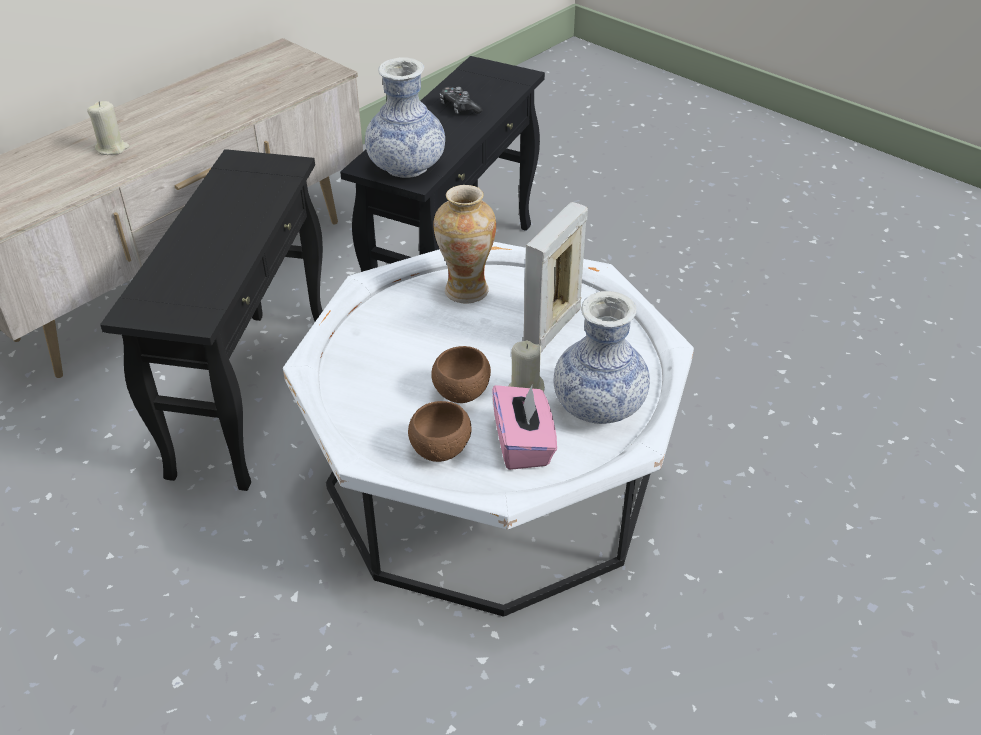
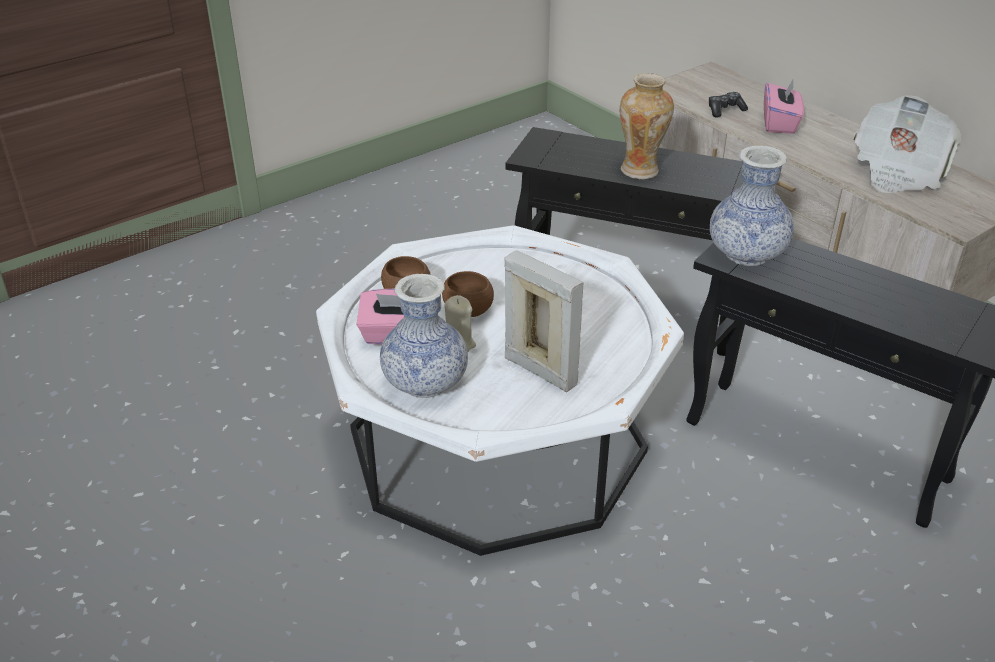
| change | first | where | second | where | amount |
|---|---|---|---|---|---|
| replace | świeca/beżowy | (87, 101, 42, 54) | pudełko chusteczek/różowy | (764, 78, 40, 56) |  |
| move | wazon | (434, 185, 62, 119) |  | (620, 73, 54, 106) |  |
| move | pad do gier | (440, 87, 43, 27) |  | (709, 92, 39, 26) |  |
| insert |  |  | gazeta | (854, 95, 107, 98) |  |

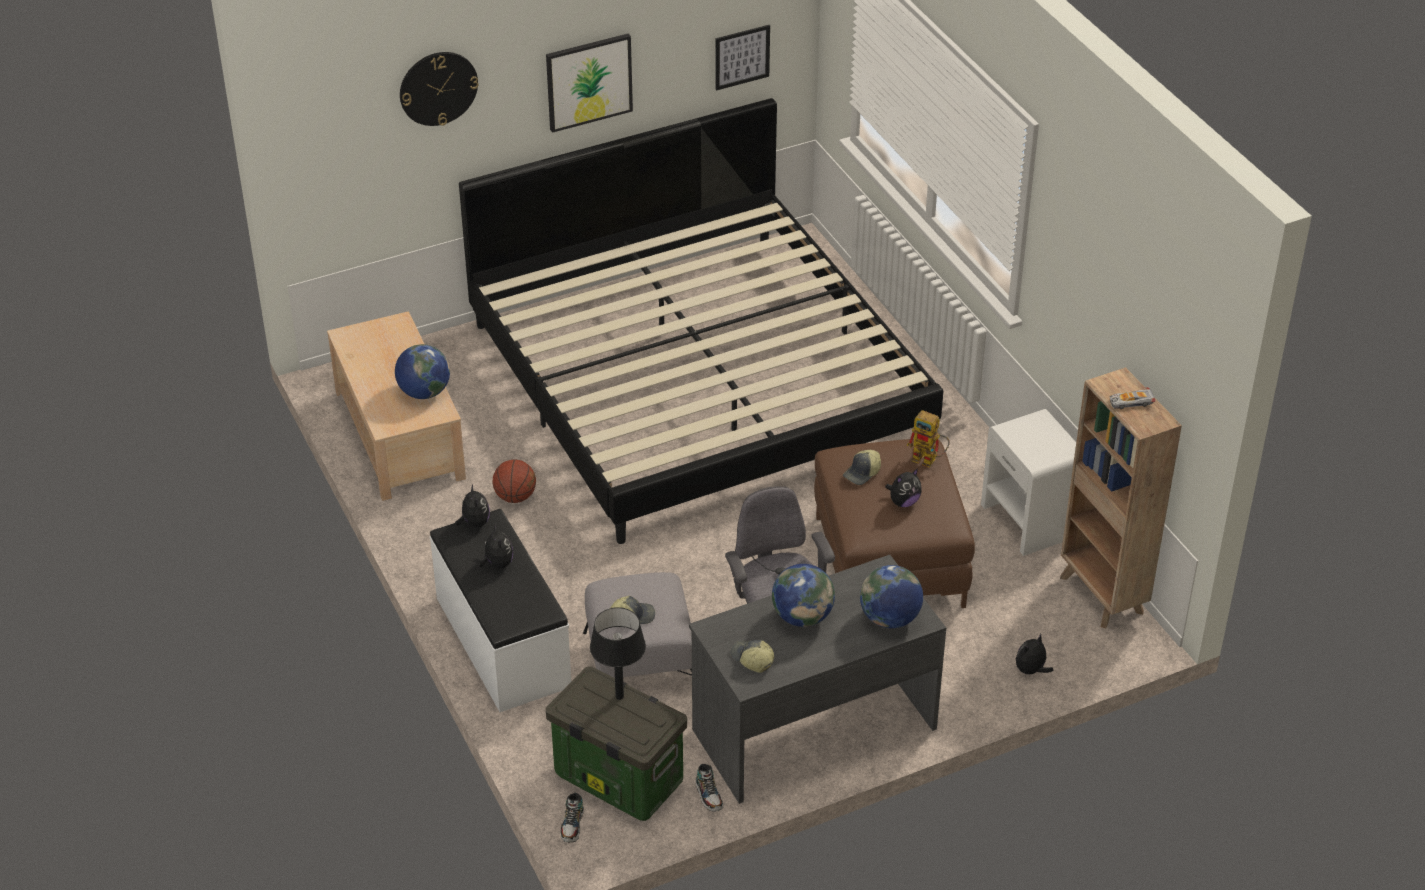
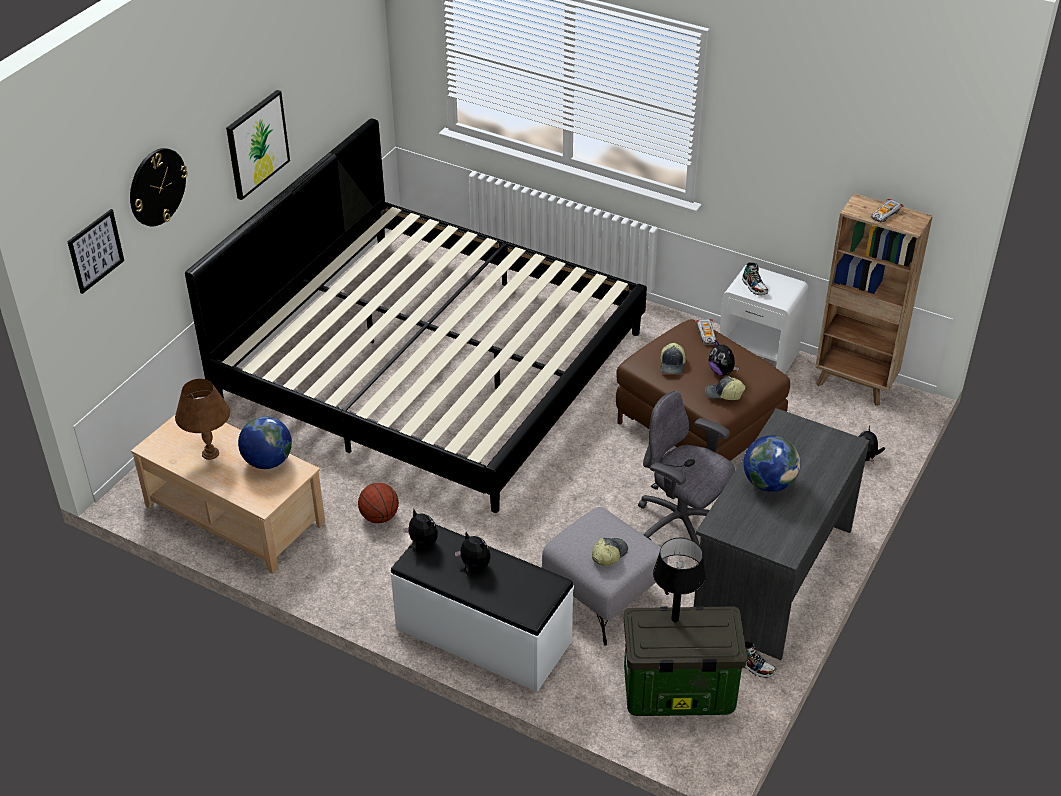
| change | first | where | second | where | amount |
|---|---|---|---|---|---|
| move | but | (560, 793, 24, 49) |  | (742, 262, 26, 33) |  |
| move | obraz | (715, 25, 55, 66) |  | (67, 209, 57, 85) |  |
| move | czapka z daszkiem | (730, 640, 44, 33) |  | (705, 376, 41, 24) |  |
| delete | globus | (860, 565, 63, 63) |  |  |  |
| rotate | pluszak | (885, 469, 37, 38) |  | (709, 340, 30, 36) | 120 degrees clockwise |
| replace | robot zabawkowy | (907, 410, 43, 58) | samochodzik | (695, 319, 21, 26) |  |
| insert |  |  | lampa stołowa/brązowy | (175, 379, 55, 81) |  |

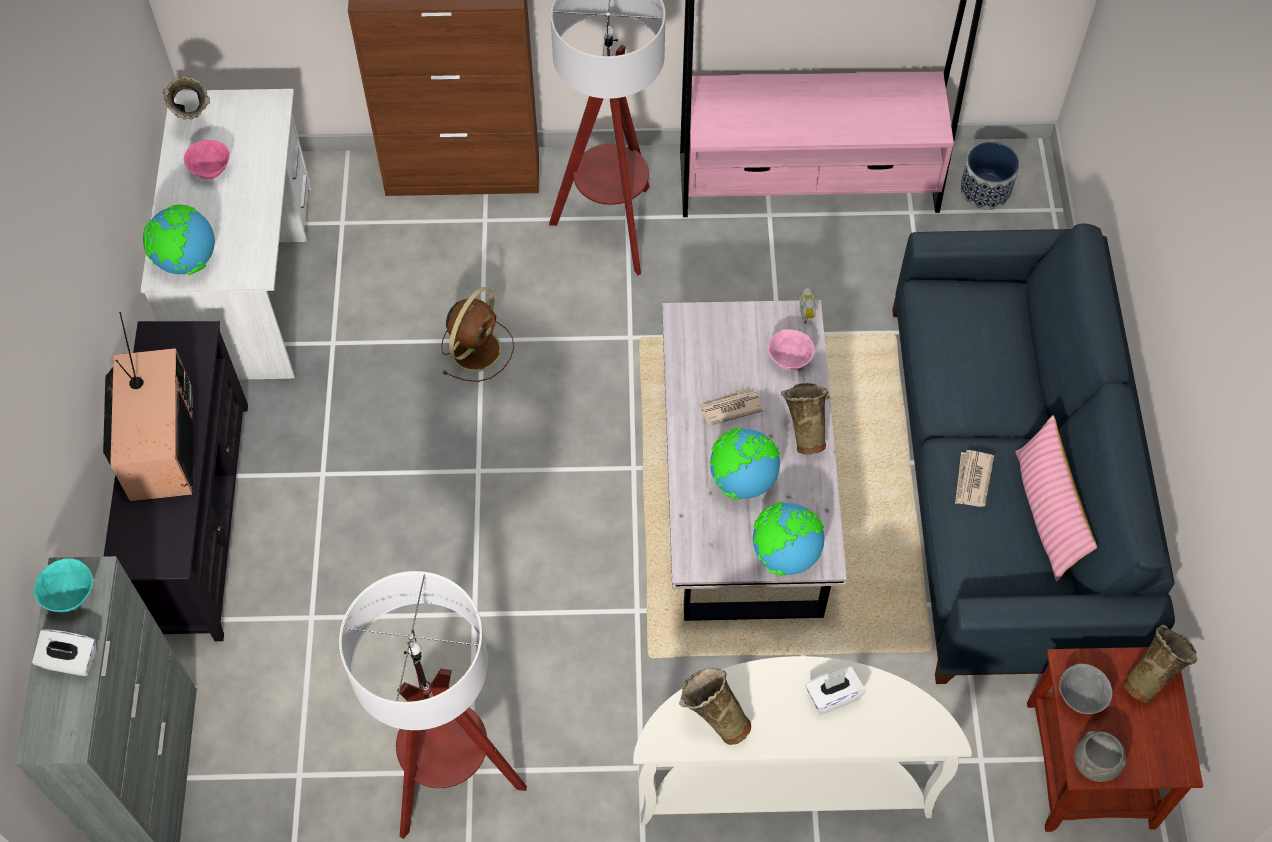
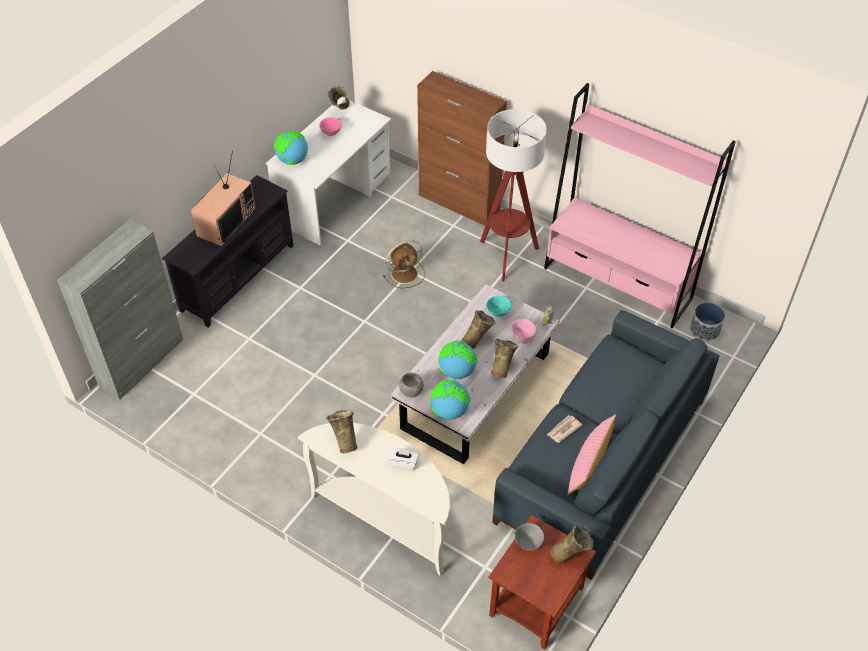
| change | first | where | second | where | amount |
|---|---|---|---|---|---|
| delete | pudełko chusteczek/biały | (32, 629, 64, 47) |  |  |  |
| move | miska/turkusowy | (34, 558, 59, 54) |  | (486, 296, 26, 21) |  |
| delete | lampa stojąca | (339, 571, 188, 268) |  |  |  |
| replace | gazeta | (699, 387, 65, 39) | wazon/beżowy | (462, 310, 34, 39) |  |
| move | miska/szary | (1074, 731, 52, 51) |  | (399, 372, 25, 25) |  |

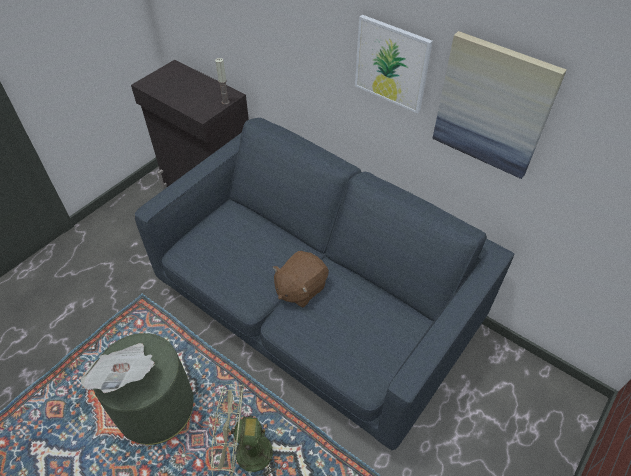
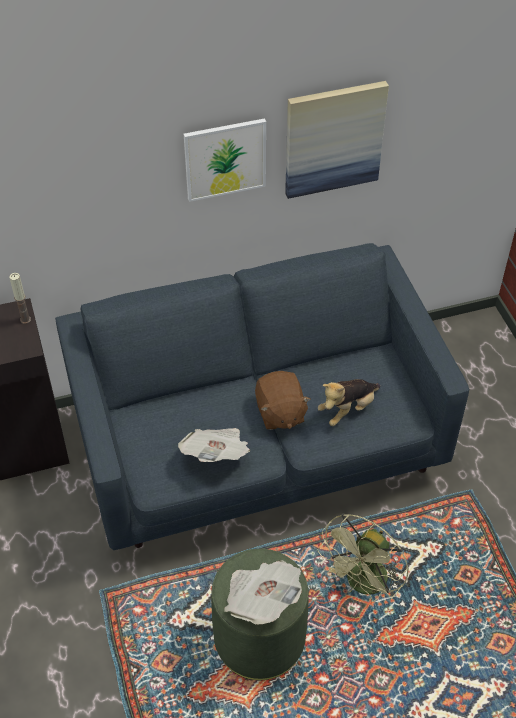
| change | first | where | second | where | amount |
|---|---|---|---|---|---|
| insert |  |  | gazeta | (178, 428, 72, 34) |  |
| insert |  |  | pluszak | (318, 379, 62, 47) |  |

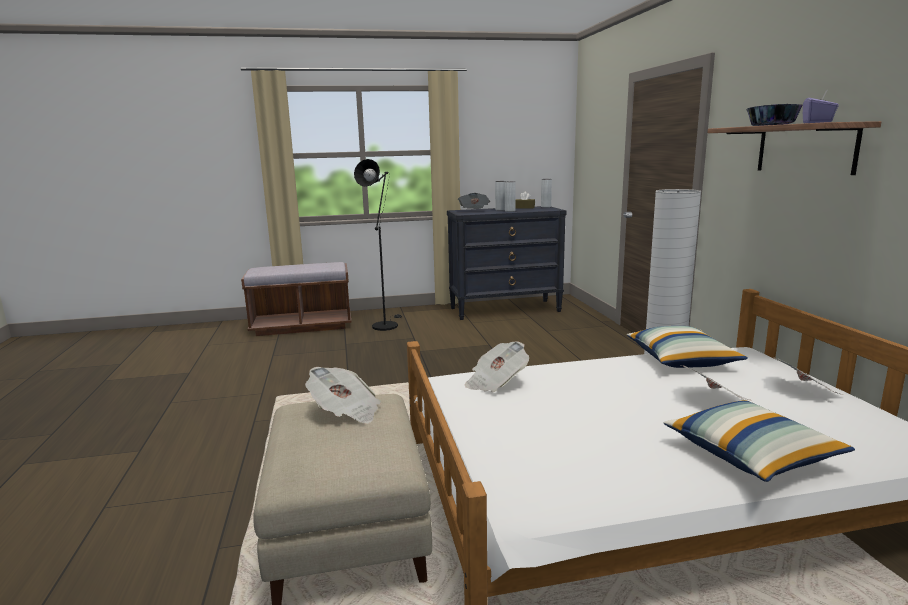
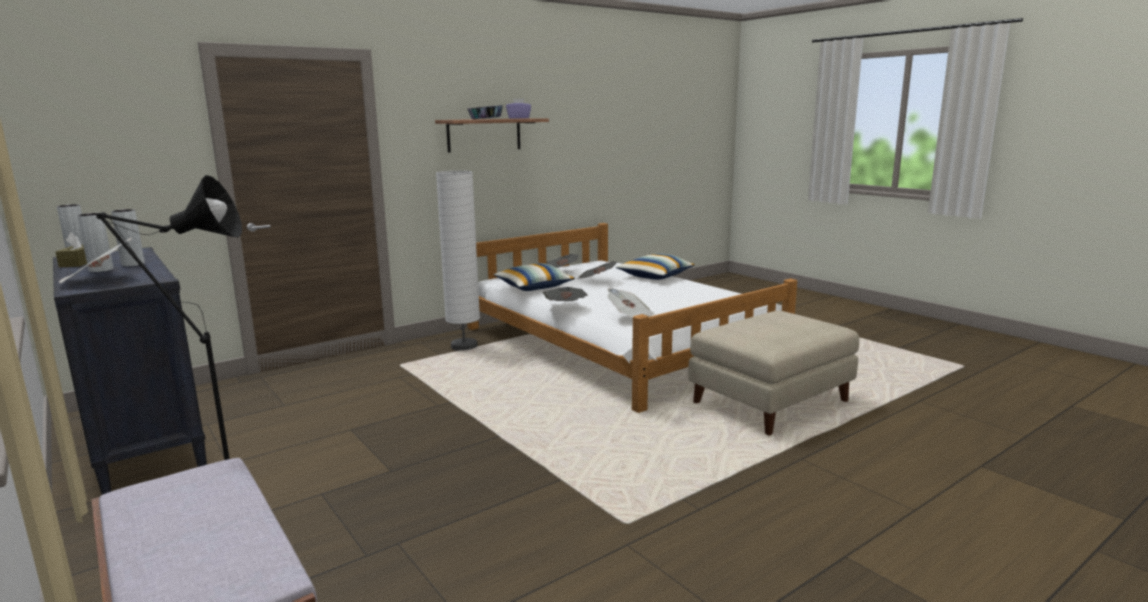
| change | first | where | second | where | amount |
|---|---|---|---|---|---|
| move | gazeta | (305, 367, 76, 57) |  | (542, 287, 46, 14) |  |

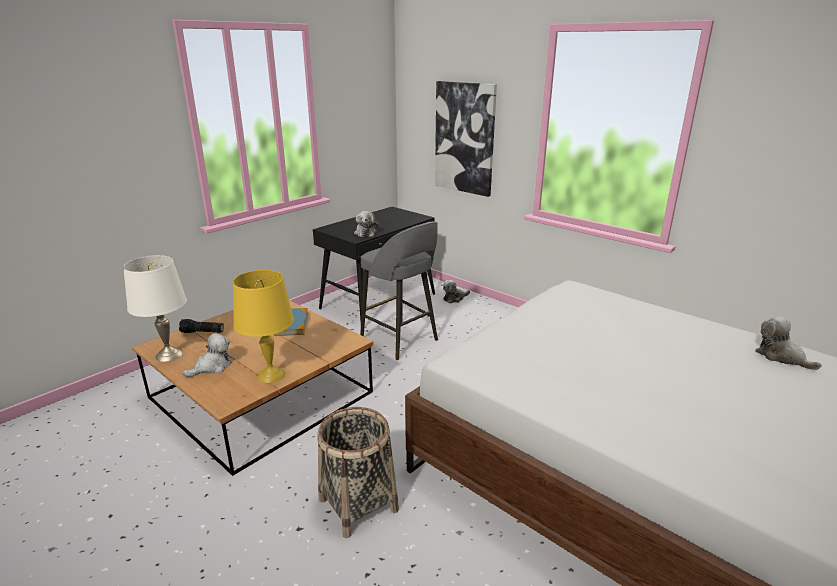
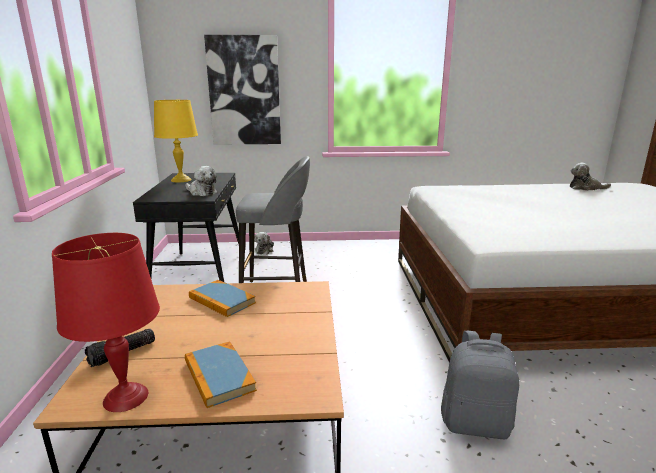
| change | first | where | second | where | amount |
|---|---|---|---|---|---|
| recolor | lampa stołowa/biały | (123, 255, 64, 107) | lampa stołowa/czerwony | (52, 233, 108, 179) |  |
| replace | pluszak | (183, 333, 49, 44) | książka | (185, 341, 72, 67) |  |
| move | lampa stołowa/żółty | (233, 270, 61, 113) |  | (154, 100, 44, 82) |  |
| replace | koszyk | (317, 407, 82, 131) | plecak/szary | (441, 331, 79, 108) |  |

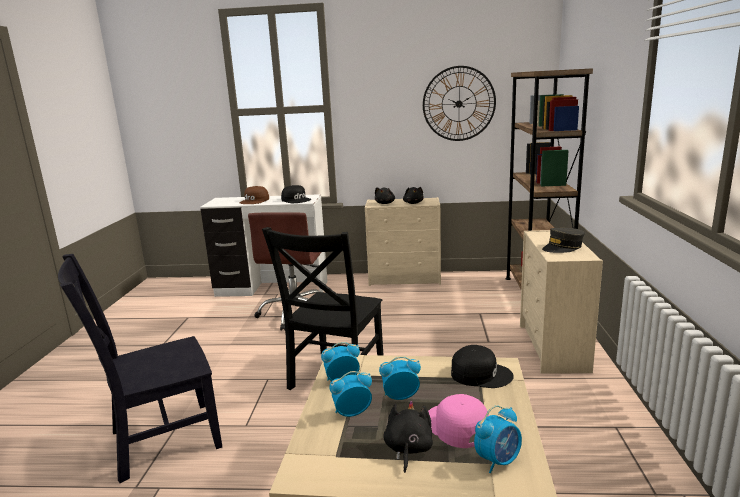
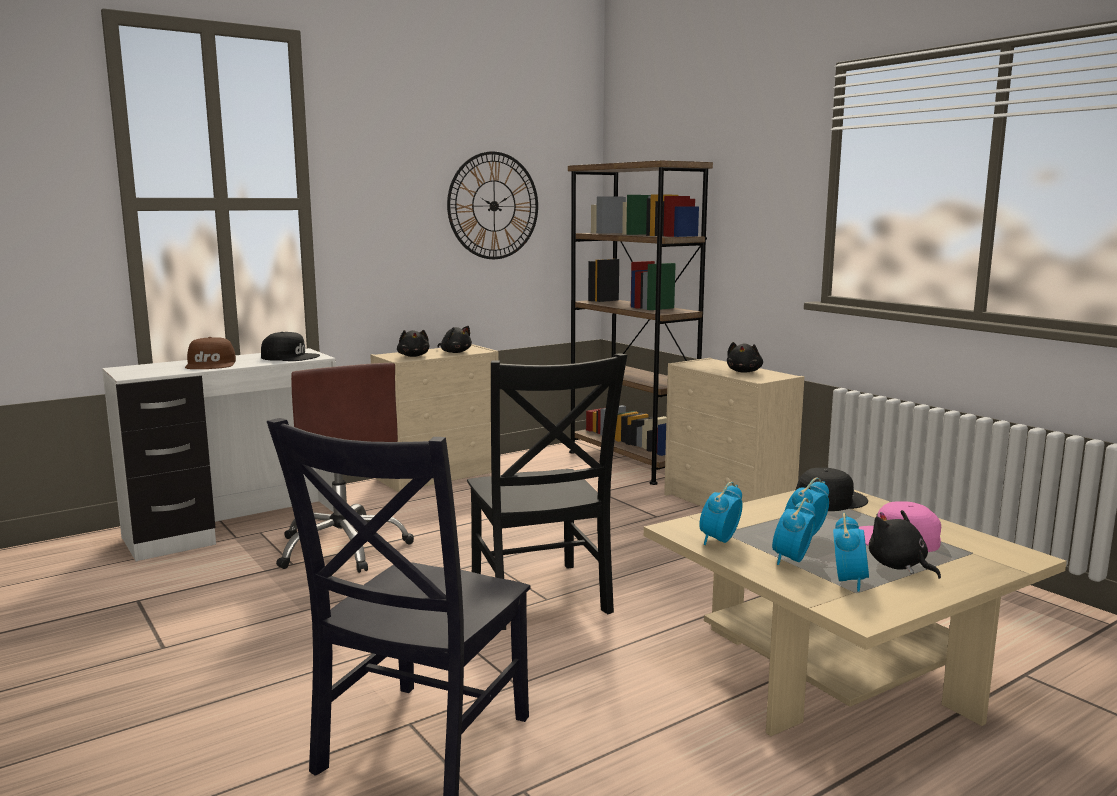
| change | first | where | second | where | amount |
|---|---|---|---|---|---|
| move | budzik | (474, 405, 48, 68) |  | (833, 513, 36, 79) |  |
| replace | czapka z daszkiem/szary | (542, 228, 43, 25) | pluszak/czarny | (727, 342, 36, 31) |  |

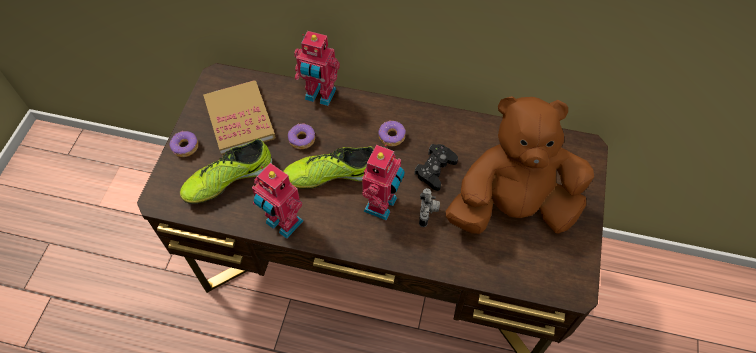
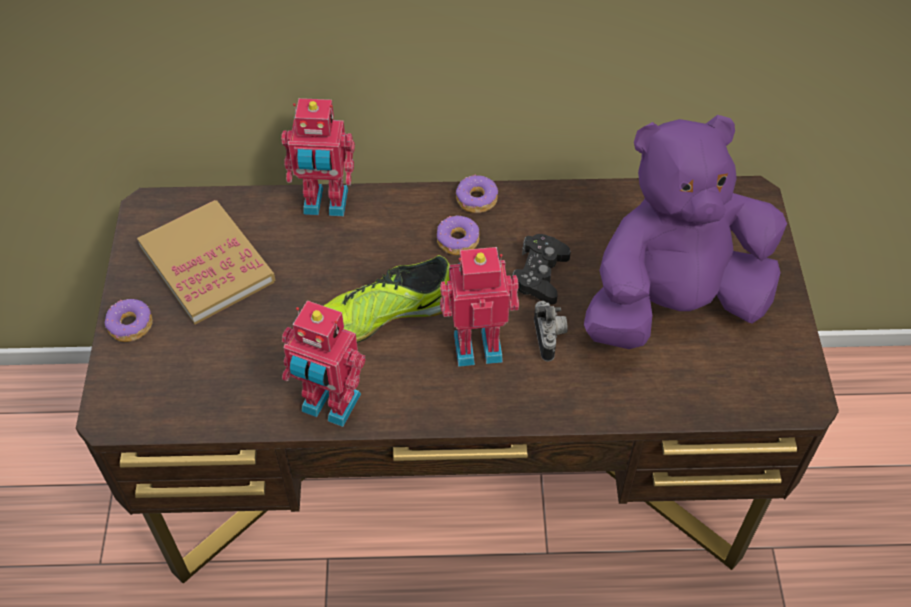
| change | first | where | second | where | amount |
|---|---|---|---|---|---|
| delete | but | (180, 139, 92, 65) |  |  |  |
| move | donut | (288, 123, 27, 26) |  | (456, 174, 42, 39) |  |
| rotate | robot zabawkowy | (362, 144, 43, 76) |  | (440, 247, 79, 120) | 105 degrees counterclockwise |
| recolor | pluszak/brązowy | (446, 96, 148, 138) | pluszak/fioletowy | (584, 115, 203, 234) |  |

